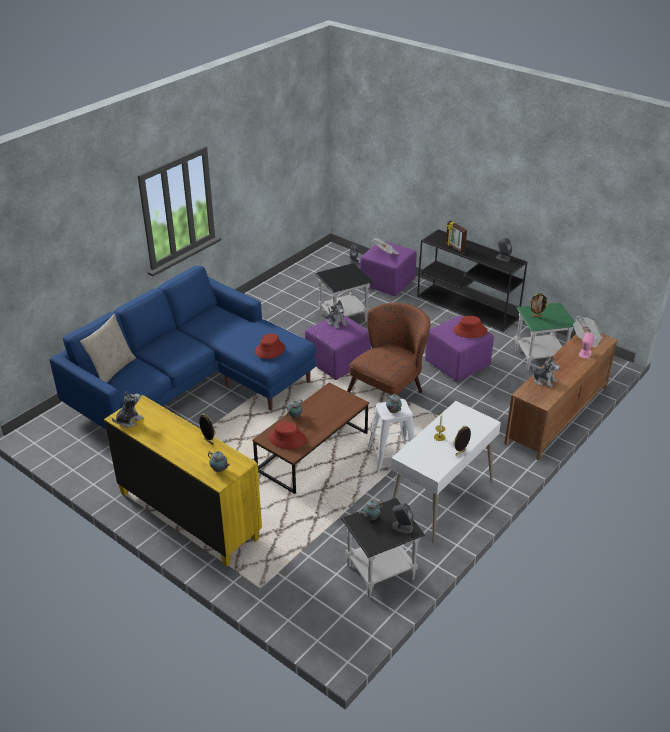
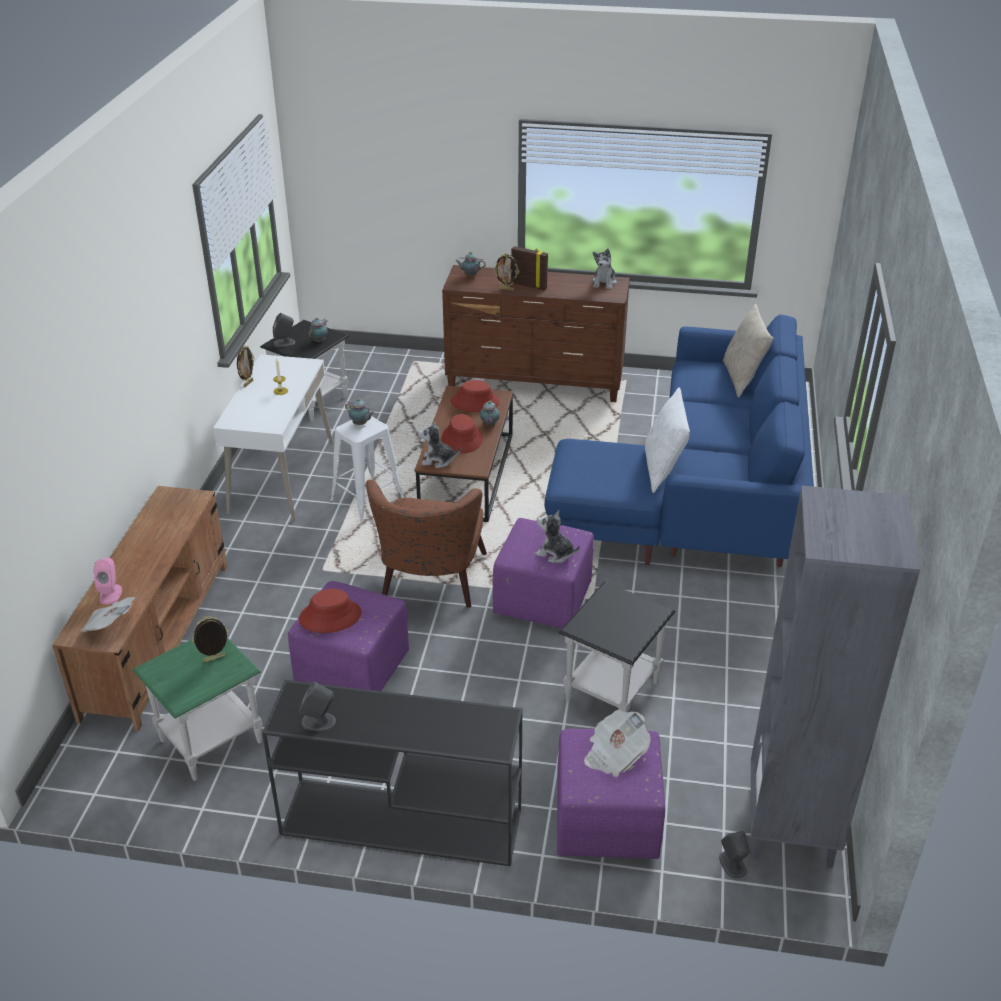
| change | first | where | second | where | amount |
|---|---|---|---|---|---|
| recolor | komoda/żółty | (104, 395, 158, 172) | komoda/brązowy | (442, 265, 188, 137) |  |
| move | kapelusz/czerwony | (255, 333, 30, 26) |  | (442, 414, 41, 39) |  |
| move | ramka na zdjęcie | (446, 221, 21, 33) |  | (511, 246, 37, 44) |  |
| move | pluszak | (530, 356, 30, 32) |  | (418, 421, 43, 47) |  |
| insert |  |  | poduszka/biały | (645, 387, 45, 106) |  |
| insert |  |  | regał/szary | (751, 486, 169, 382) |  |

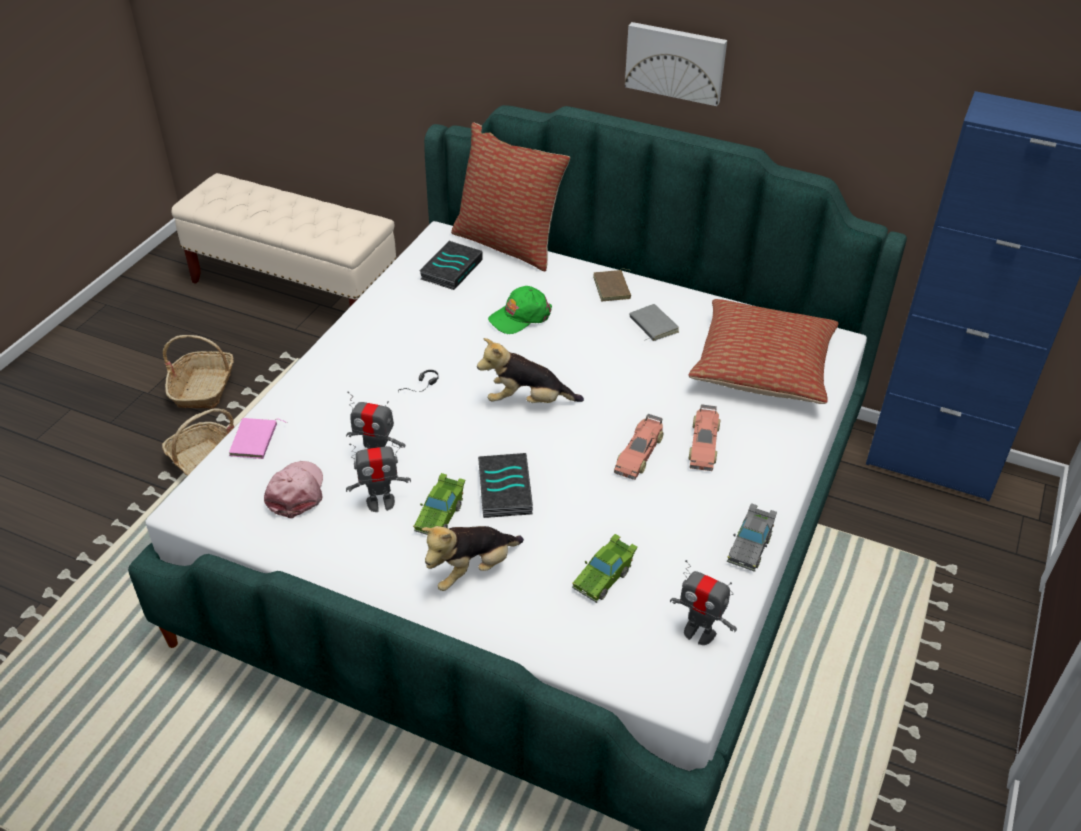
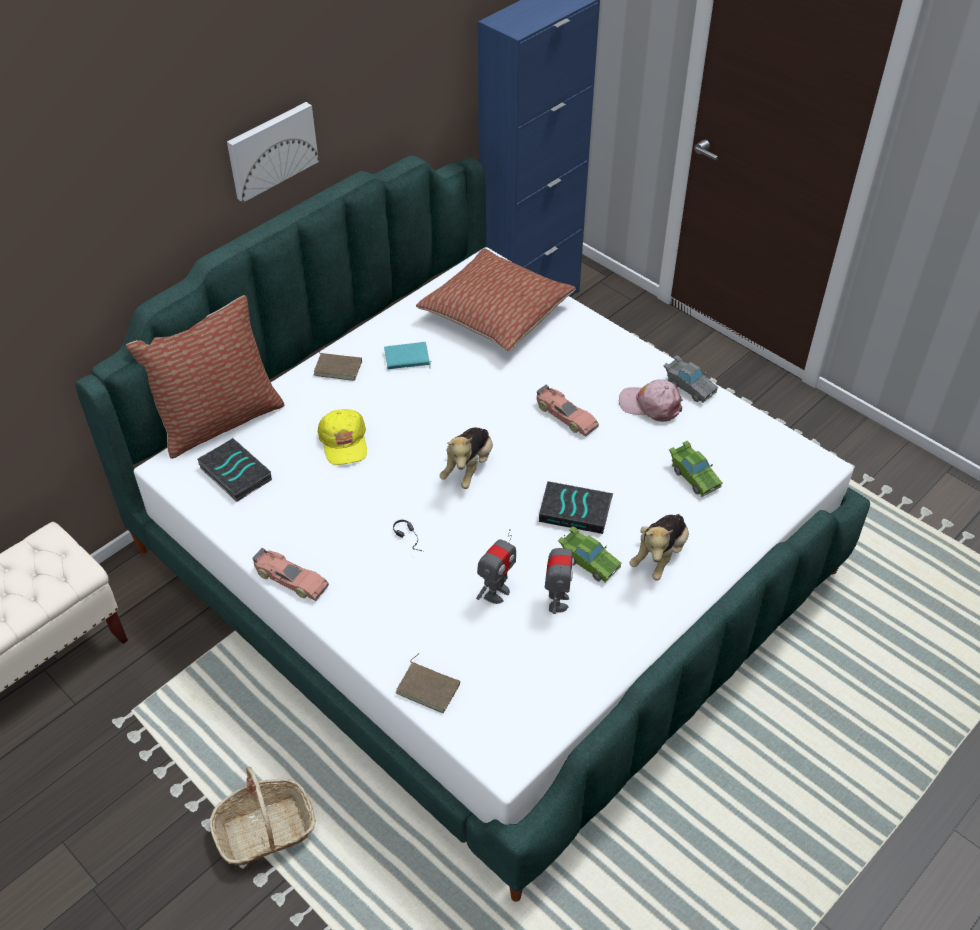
| change | first | where | second | where | amount |
|---|---|---|---|---|---|
| delete | koszyk | (163, 335, 71, 74) |  |  |  |
| recolor | książka/różowy | (229, 418, 58, 41) | książka/brązowy | (396, 653, 64, 60) |  |
| move | czapka z daszkiem/różowy | (264, 461, 59, 58) |  | (619, 379, 64, 43) |  |
| rotate | pluszak | (422, 526, 102, 65) |  | (629, 514, 60, 67) | 45 degrees clockwise |
| recolor | czapka z daszkiem/zielony | (488, 286, 64, 48) | czapka z daszkiem/żółty | (317, 409, 50, 56) |  |
| recolor | książka/szary | (629, 304, 50, 37) | książka/turkusowy | (384, 342, 47, 27) |  |
| delete | robot zabawkowy | (670, 560, 67, 85) |  |  |  |
| move | samochodzik | (689, 404, 31, 67) |  | (252, 548, 77, 53) |  |

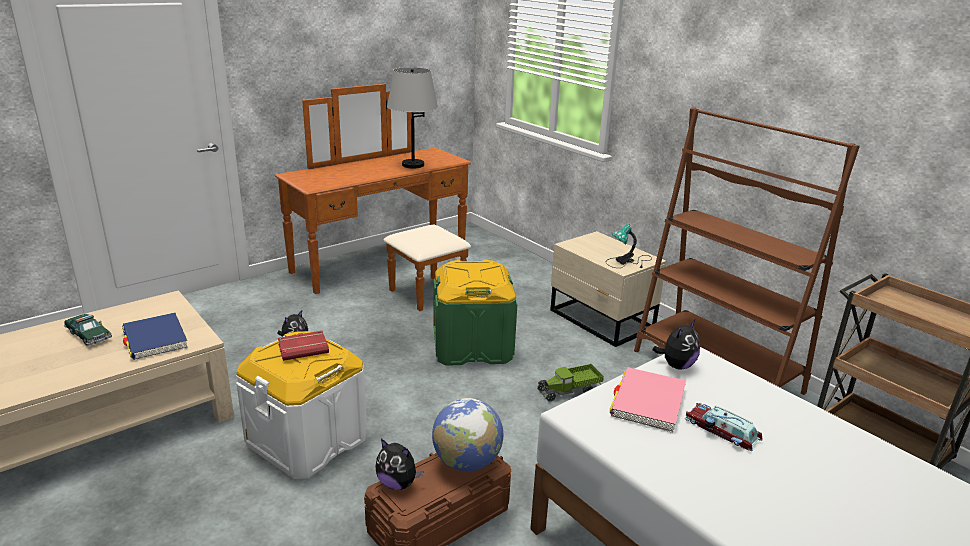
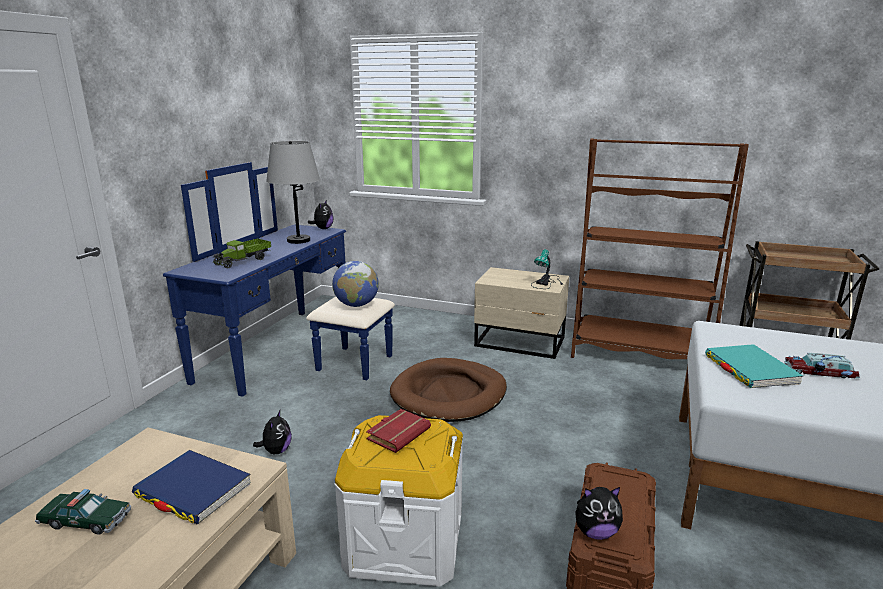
| change | first | where | second | where | amount |
|---|---|---|---|---|---|
| recolor | komoda/brązowy | (275, 84, 196, 227) | komoda/niebieski | (163, 162, 232, 235) |  |
| move | globus | (432, 398, 71, 73) |  | (332, 261, 47, 46) |  |
| replace | pojemnik do przechowywania/zielony | (434, 259, 83, 107) | legowisko/brązowy | (390, 358, 117, 64) |  |
| move | ciężarówka zabawkowa | (537, 364, 67, 38) |  | (213, 238, 58, 30) |  |
| recolor | książka/różowy | (609, 368, 77, 65) | książka/turkusowy | (705, 344, 98, 44) |  |
| move | pluszak | (652, 319, 48, 51) |  | (308, 200, 25, 29) |  |

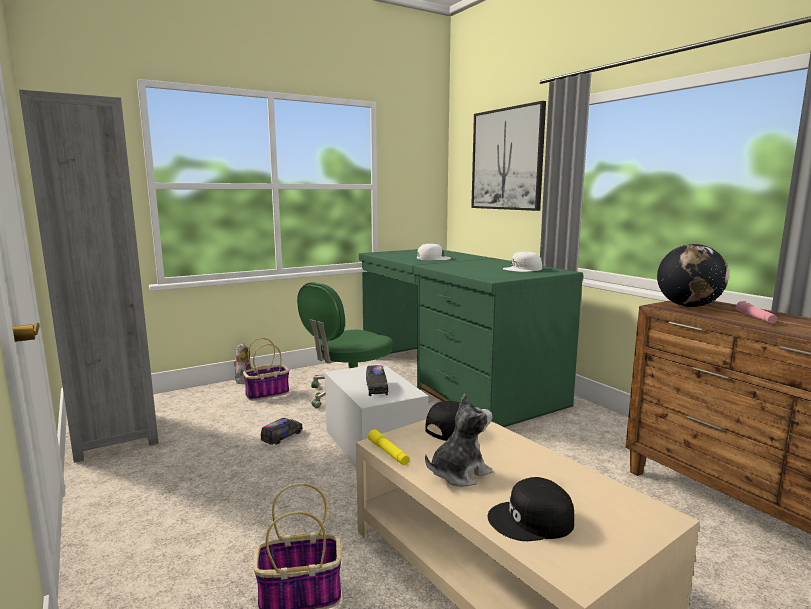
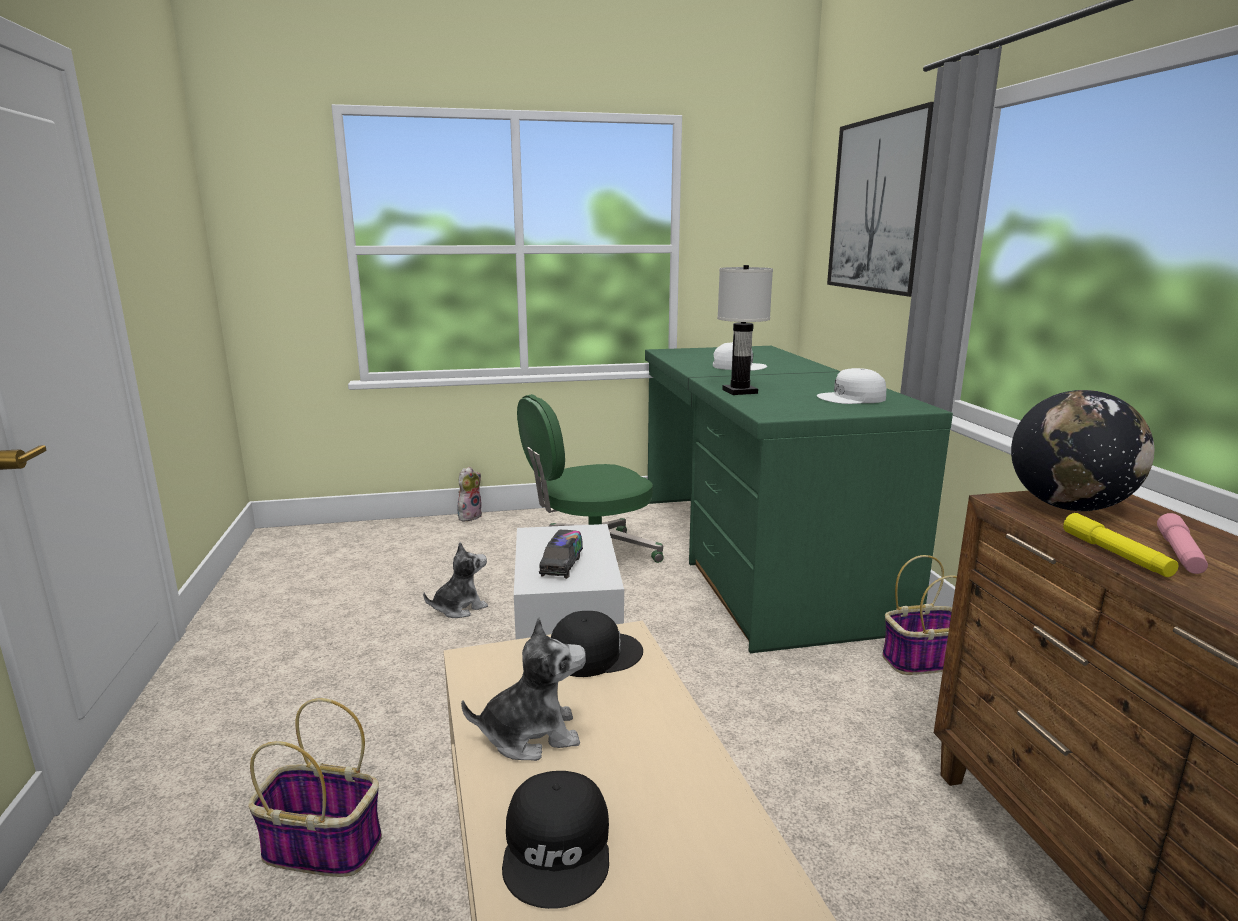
| change | first | where | second | where | amount |
|---|---|---|---|---|---|
| delete | regał/szary | (19, 90, 140, 373) |  |  |  |
| move | koszyk | (243, 338, 46, 63) |  | (882, 555, 75, 120) |  |
| replace | ciężarówka zabawkowa | (261, 418, 42, 27) | pluszak | (423, 542, 65, 76) |  |
| move | latarka/żółty | (368, 429, 41, 36) |  | (1063, 513, 116, 64) |  |
| rotate | czapka z daszkiem/czarny | (488, 477, 86, 64) |  | (502, 771, 107, 138) | 105 degrees counterclockwise |
| insert |  |  | lampa stołowa/biały | (717, 265, 56, 130) |  |

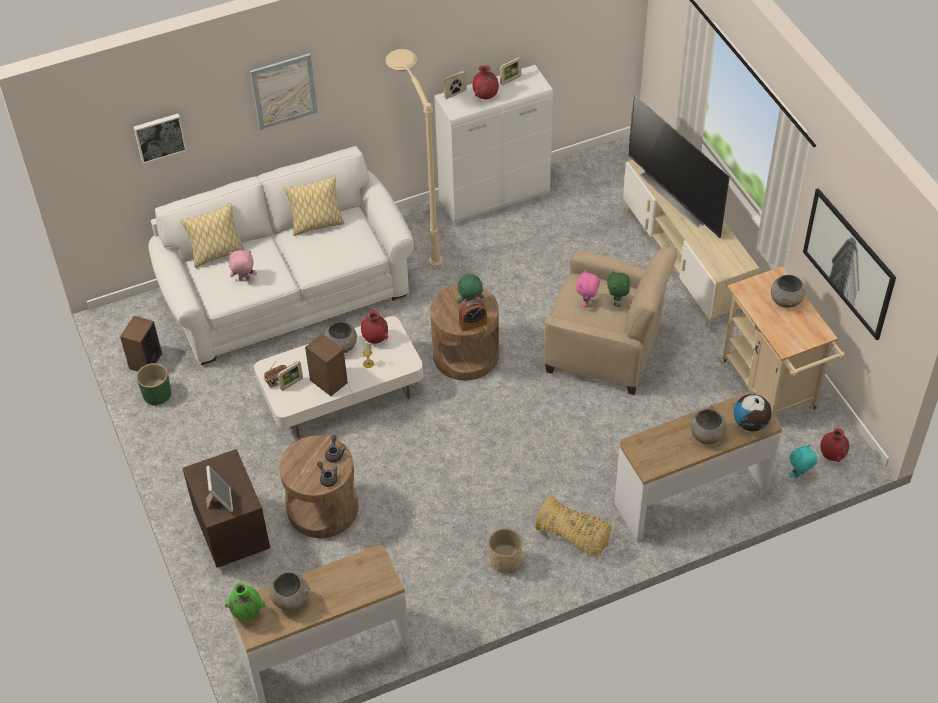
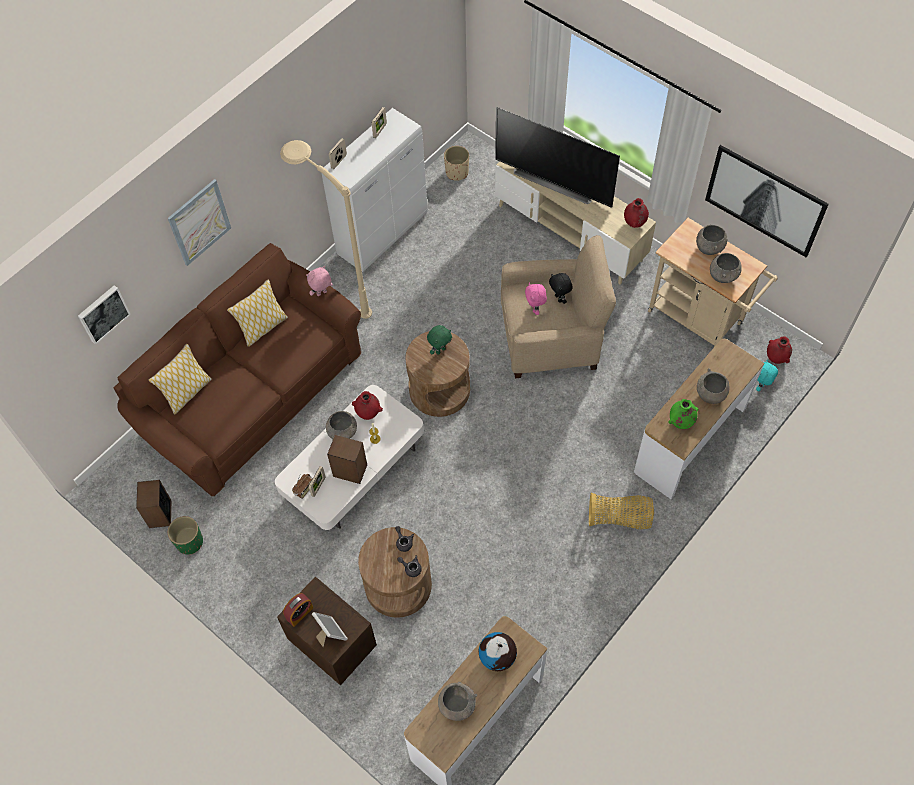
| change | first | where | second | where | amount |
|---|---|---|---|---|---|
| recolor | kanapa/biały | (148, 146, 266, 219) | kanapa/brązowy | (114, 243, 247, 253) |  |
| move | wazon/zielony | (225, 583, 40, 38) |  | (668, 399, 31, 30) |  |
| move | pluszak/różowy | (229, 250, 28, 31) |  | (306, 266, 27, 30) |  |
| move | budzik | (459, 299, 28, 33) |  | (283, 593, 30, 34) |  |
| move | wazon/czerwony | (472, 65, 27, 35) |  | (624, 198, 25, 30) |  |
| move | donica/beżowy | (488, 528, 35, 45) |  | (444, 146, 25, 35) |  |
| recolor | pluszak/zielony | (607, 270, 23, 37) | pluszak/czarny | (549, 273, 24, 31) |  |
| move | globus | (734, 394, 38, 37) |  | (479, 632, 38, 39) |  |
| insert |  |  | miska/szary | (710, 253, 32, 30) |  |

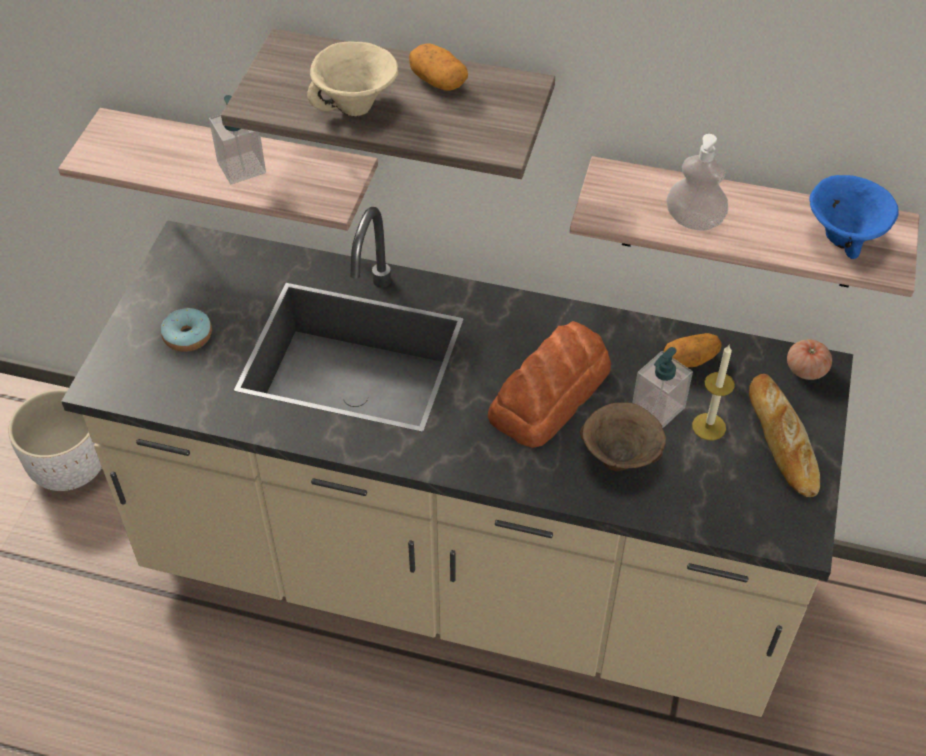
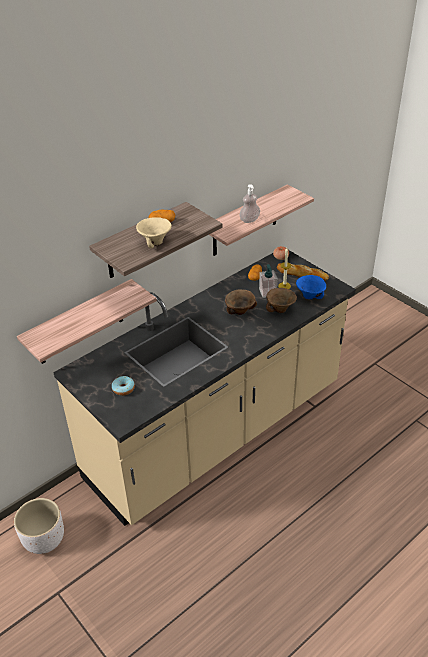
| change | first | where | second | where | amount |
|---|---|---|---|---|---|
| delete | dozownik mydła | (209, 95, 57, 89) |  |  |  |
| replace | chleb | (488, 321, 123, 127) | miska/brązowy | (225, 290, 32, 25) |  |
| move | miska/niebieski | (810, 175, 88, 84) |  | (296, 275, 30, 24) |  |

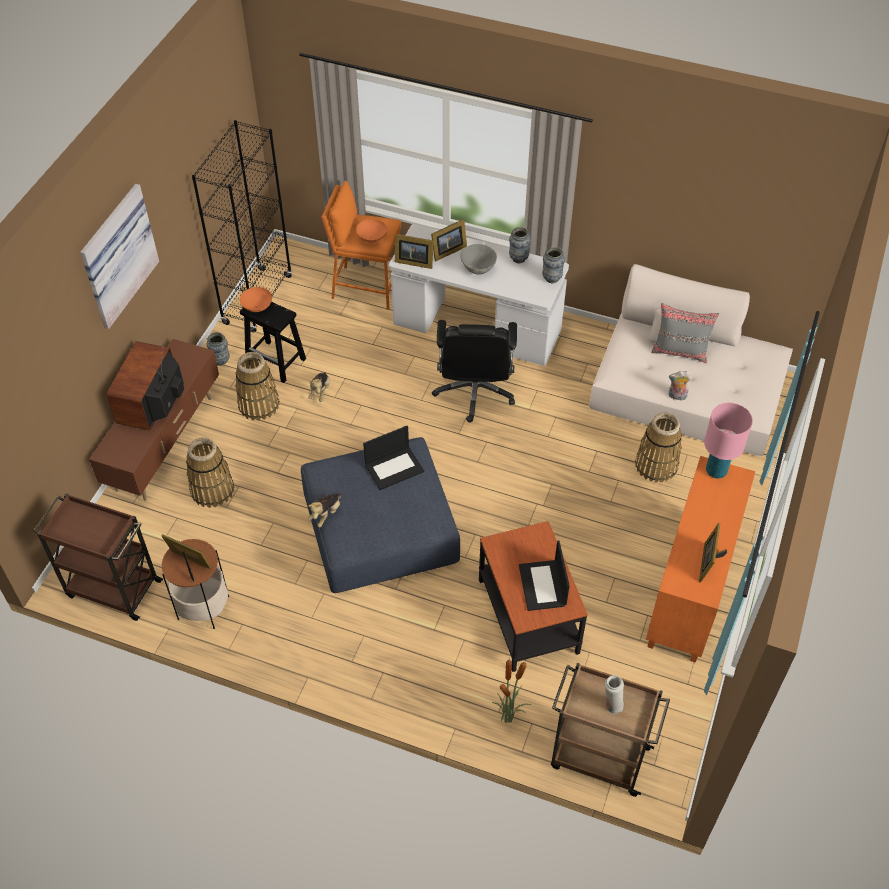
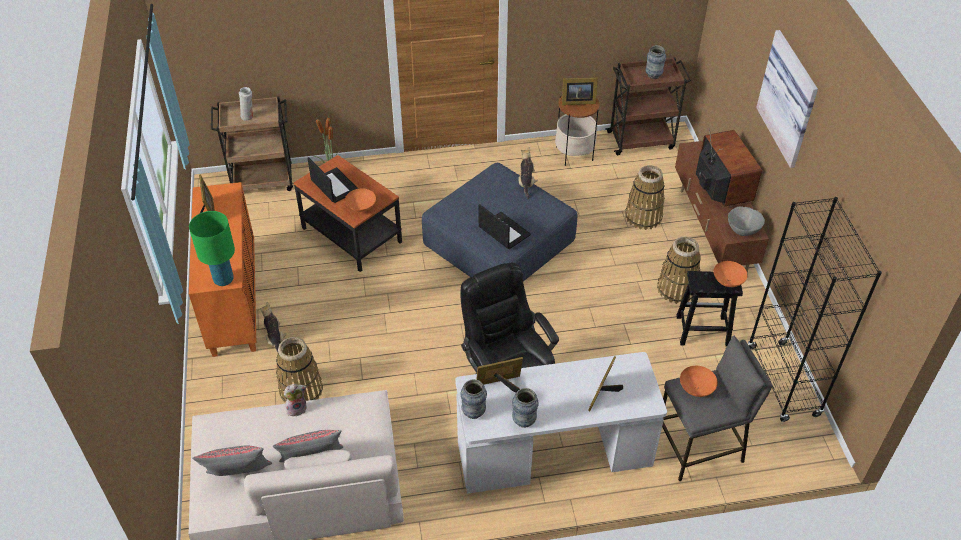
| change | first | where | second | where | amount |
|---|---|---|---|---|---|
| move | wazon | (207, 332, 23, 34) |  | (646, 45, 20, 34) |  |
| move | pluszak | (308, 372, 22, 30) |  | (260, 302, 27, 51) |  |
| recolor | stołek/pomarańczowy | (321, 181, 80, 129) | stołek/szary | (662, 336, 111, 145) |  |
| rotate | laptop | (363, 426, 61, 64) |  | (479, 204, 52, 45) | 105 degrees clockwise |
| move | ramka na zdjęcie | (395, 234, 39, 35) |  | (476, 357, 47, 35) |  |
| move | miska/szary | (460, 244, 37, 31) |  | (728, 206, 37, 30) |  |
| recolor | lampa stołowa/różowy | (704, 403, 49, 76) | lampa stołowa/zielony | (189, 211, 46, 75) |  |
| insert |  |  | poduszka/szary | (192, 445, 80, 31) |  |
| insert |  |  | miska/pomarańczowy | (345, 188, 31, 24) |  |

